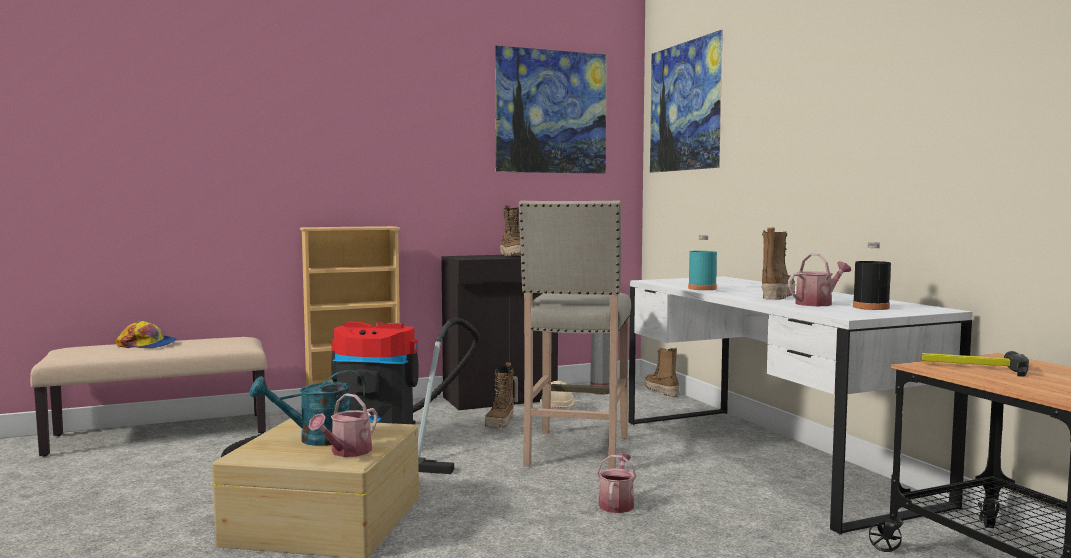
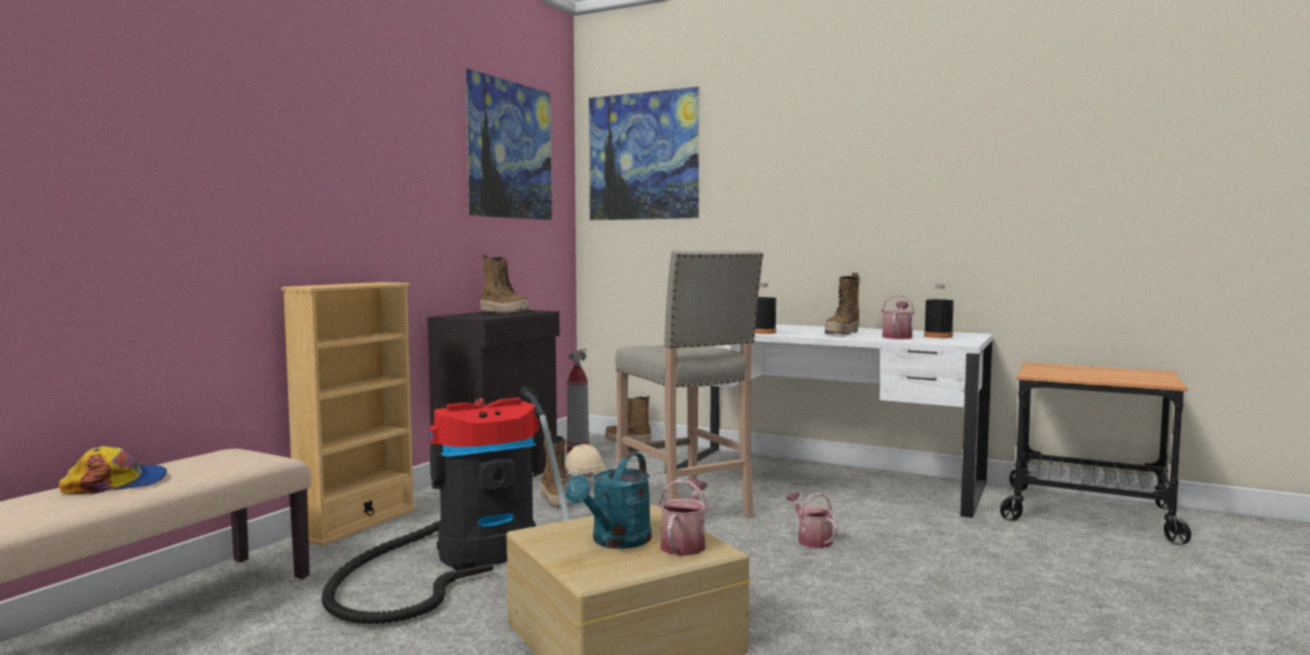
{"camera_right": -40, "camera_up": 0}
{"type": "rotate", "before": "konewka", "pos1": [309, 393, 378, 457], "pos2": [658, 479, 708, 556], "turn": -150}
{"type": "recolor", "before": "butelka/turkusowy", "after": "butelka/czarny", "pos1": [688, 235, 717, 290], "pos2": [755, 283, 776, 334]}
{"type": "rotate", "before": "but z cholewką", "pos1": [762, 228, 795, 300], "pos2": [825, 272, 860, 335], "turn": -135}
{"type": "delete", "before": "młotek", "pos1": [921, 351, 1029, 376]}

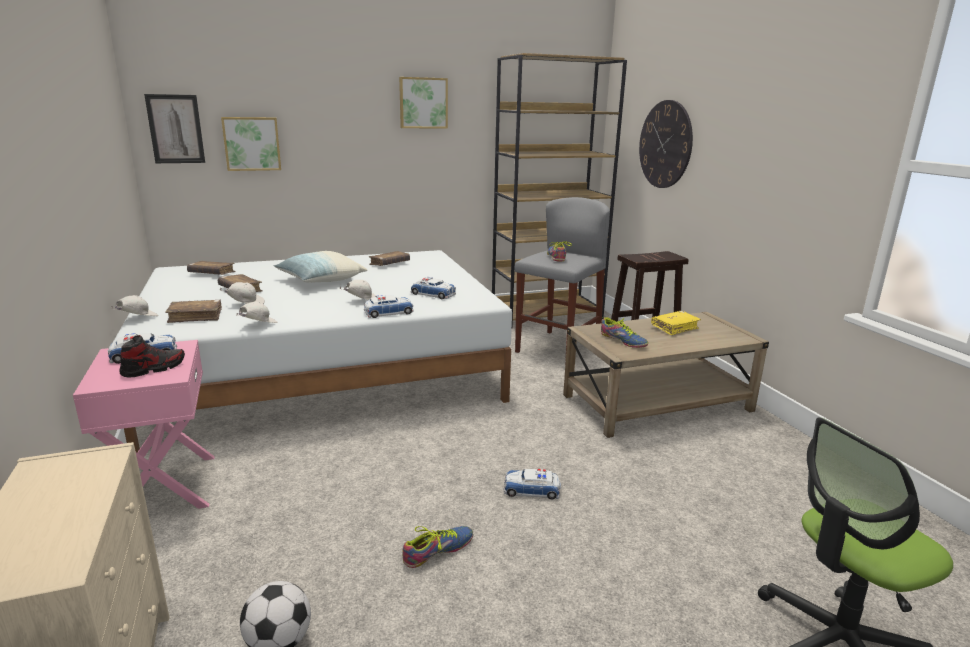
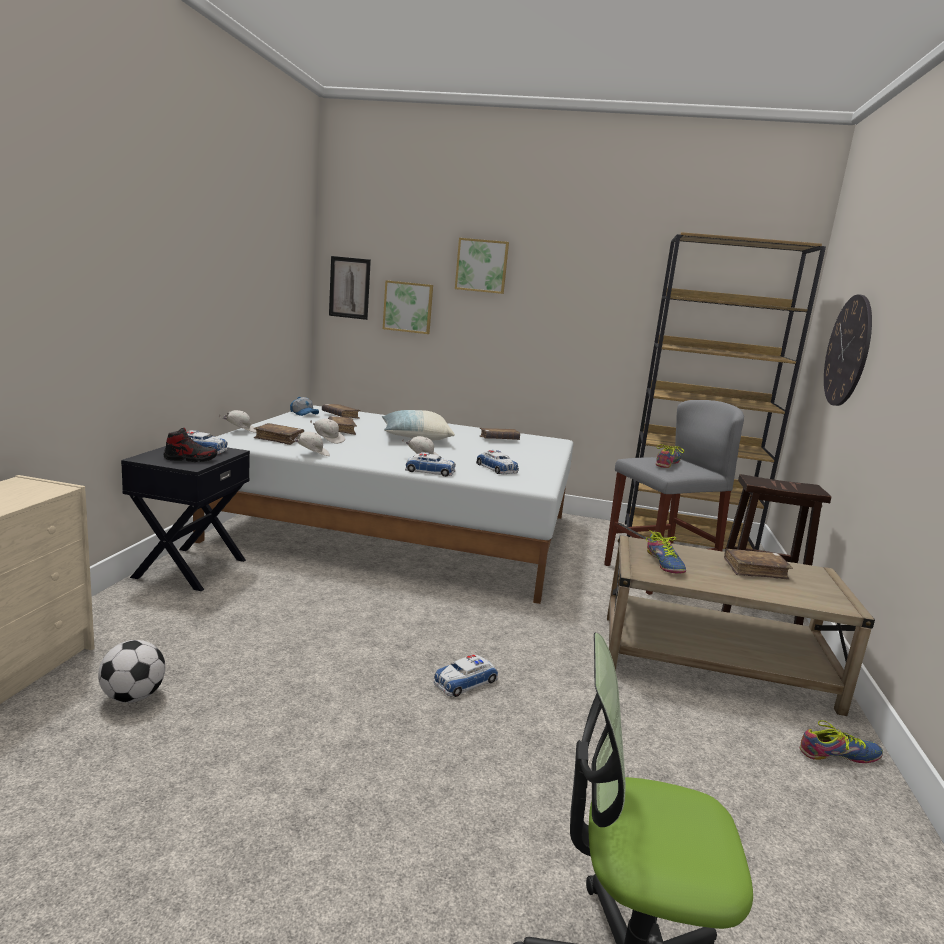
{"camera_right": 30, "camera_up": -5}
{"type": "recolor", "before": "szafka nocna/różowy", "after": "szafka nocna/czarny", "pos1": [73, 340, 215, 509], "pos2": [121, 446, 250, 591]}
{"type": "move", "before": "obraz", "pos1": [399, 77, 448, 129], "pos2": [455, 238, 509, 294]}
{"type": "move", "before": "but", "pos1": [402, 526, 473, 568], "pos2": [800, 720, 883, 763]}
{"type": "rotate", "before": "samochodzik", "pos1": [503, 469, 561, 500], "pos2": [433, 655, 498, 697], "turn": -75}
{"type": "recolor", "before": "książka/żółty", "after": "książka/brązowy", "pos1": [651, 311, 701, 335], "pos2": [724, 549, 793, 580]}
{"type": "insert", "after": "czapka z daszkiem", "pos2": [290, 397, 319, 416]}

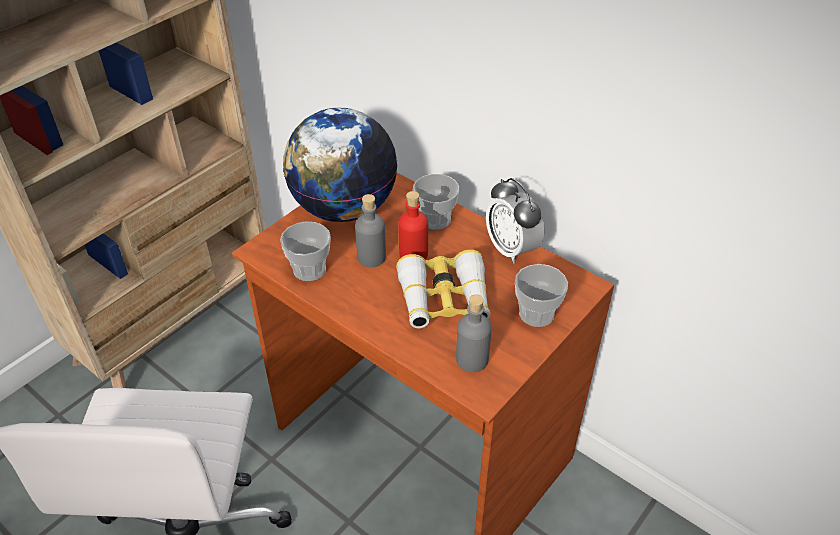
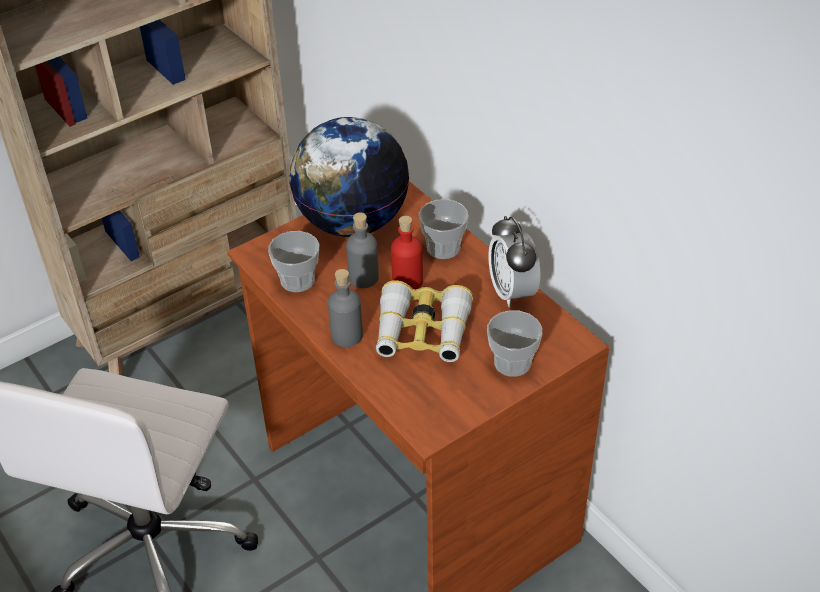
{"camera_right": 15, "camera_up": 0}
{"type": "move", "before": "butelka/szary", "pos1": [456, 294, 491, 372], "pos2": [328, 269, 363, 347]}

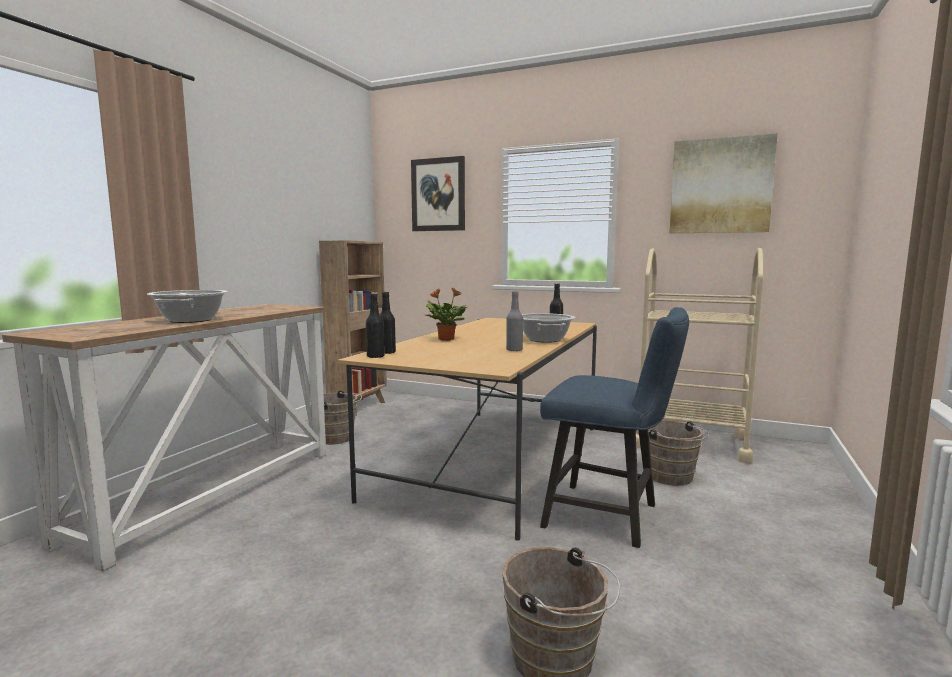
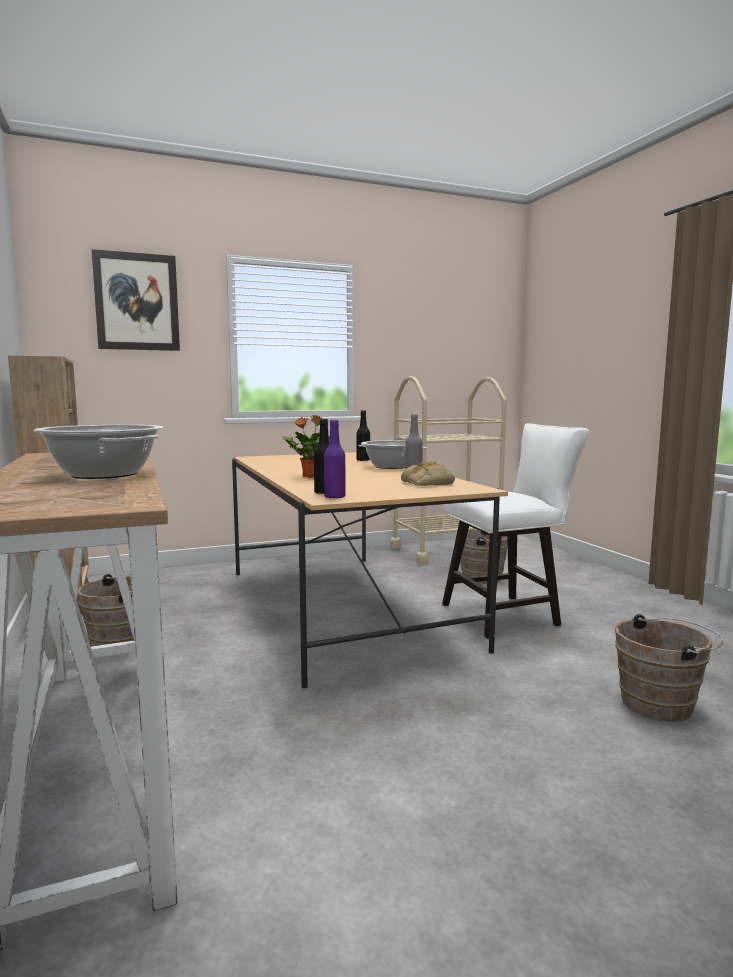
{"camera_right": -45, "camera_up": 0}
{"type": "recolor", "before": "butelka/czarny", "after": "butelka/fioletowy", "pos1": [366, 293, 385, 358], "pos2": [324, 420, 346, 499]}
{"type": "recolor", "before": "krzesło/niebieski", "after": "krzesło/biały", "pos1": [540, 307, 689, 548], "pos2": [442, 423, 589, 639]}
{"type": "delete", "before": "obraz", "pos1": [669, 133, 778, 233]}
{"type": "insert", "after": "chleb", "pos2": [401, 461, 455, 486]}

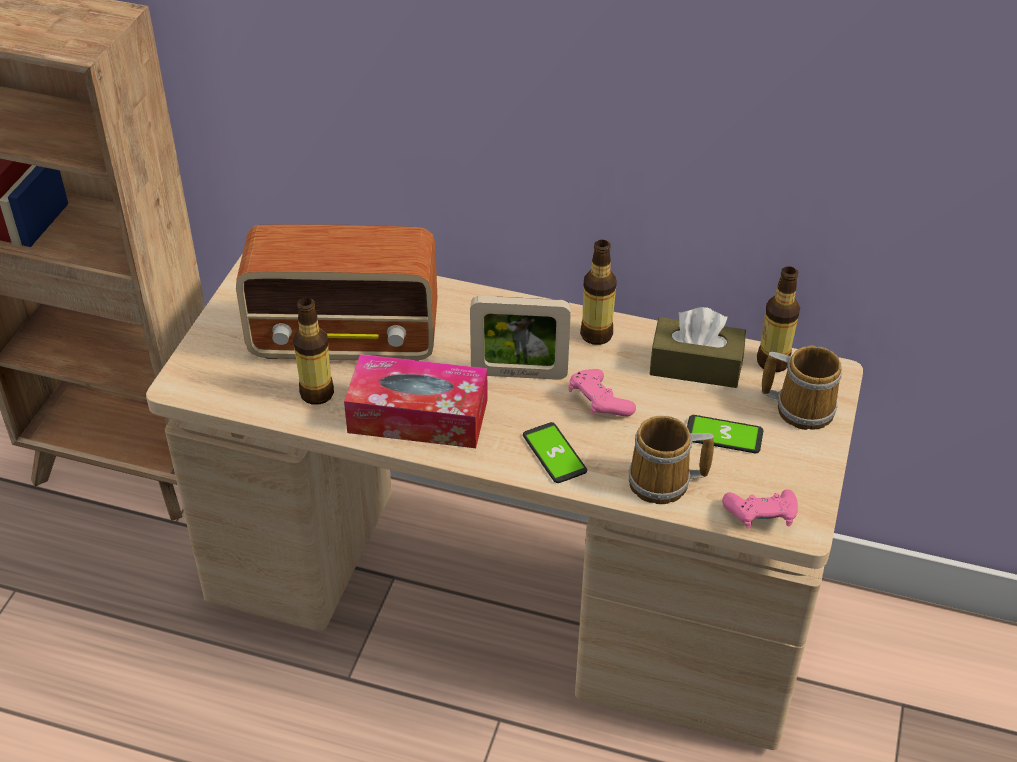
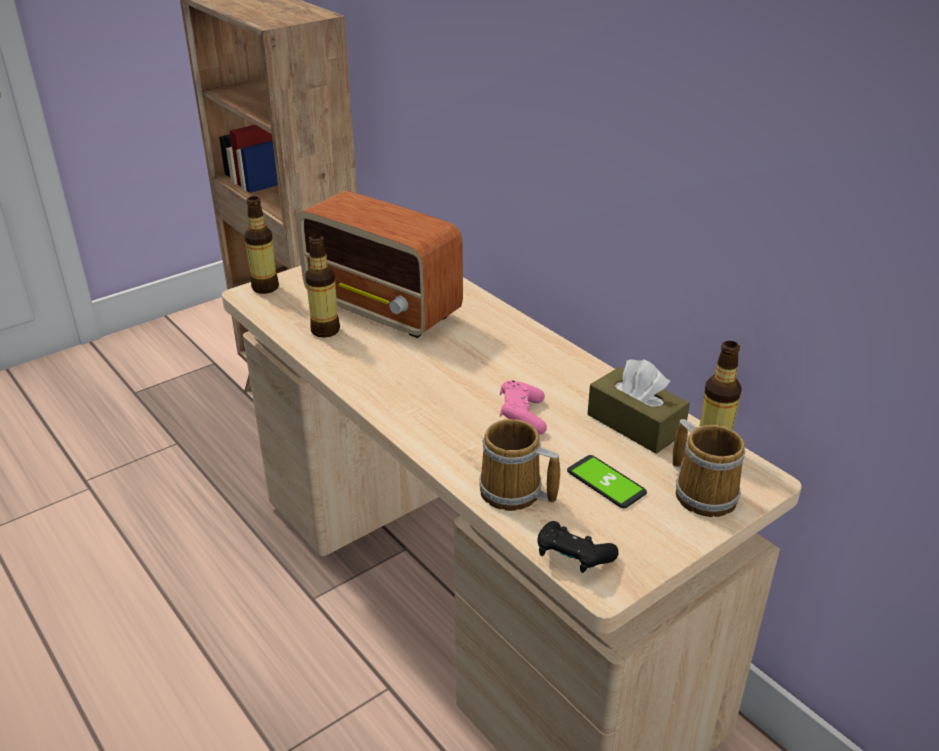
{"camera_right": 35, "camera_up": -10}
{"type": "delete", "before": "pudełko chusteczek", "pos1": [344, 354, 487, 448]}
{"type": "delete", "before": "ramka na zdjęcie", "pos1": [470, 296, 571, 380]}
{"type": "delete", "before": "telefon", "pos1": [523, 422, 587, 483]}
{"type": "move", "before": "butelka", "pos1": [580, 240, 617, 345], "pos2": [244, 196, 279, 294]}
{"type": "recolor", "before": "pad do gier/różowy", "after": "pad do gier/czarny", "pos1": [722, 489, 798, 529], "pos2": [537, 521, 619, 573]}

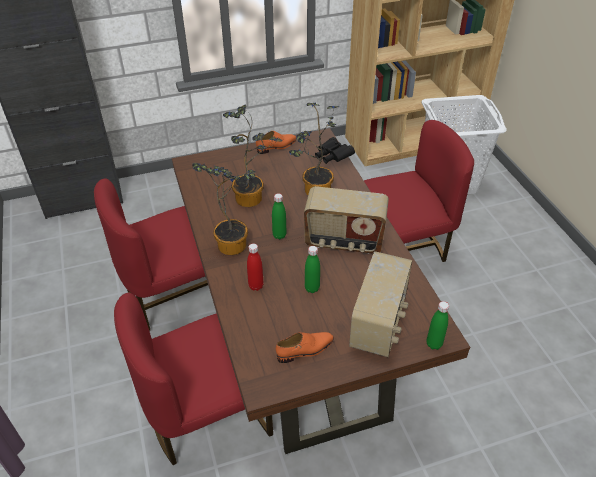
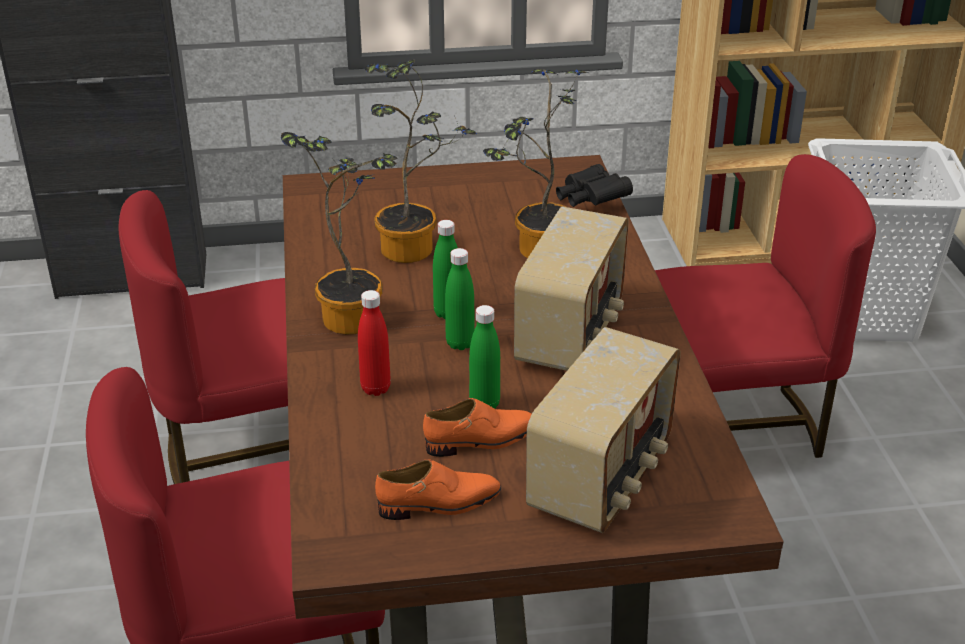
{"camera_right": 10, "camera_up": -10}
{"type": "move", "before": "but/pomarańczowy", "pos1": [256, 131, 297, 154], "pos2": [423, 398, 532, 457]}
{"type": "rotate", "before": "radio", "pos1": [304, 186, 389, 254], "pos2": [514, 206, 629, 371], "turn": -90}
{"type": "move", "before": "butelka/zielony", "pos1": [427, 301, 449, 350], "pos2": [445, 248, 475, 350]}

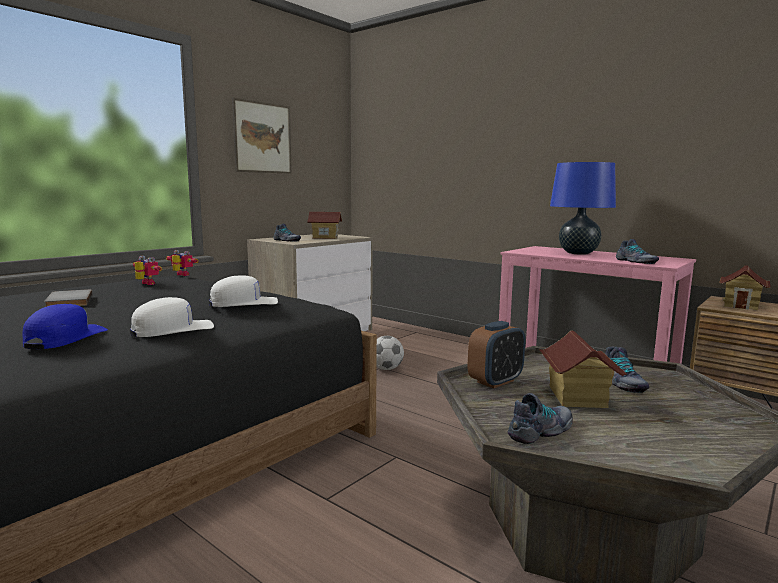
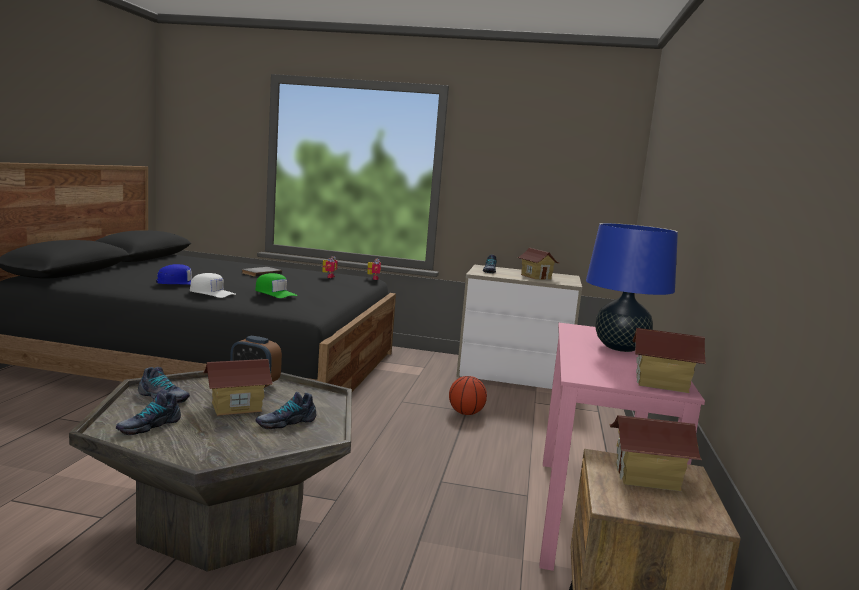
{"camera_right": 60, "camera_up": 0}
{"type": "recolor", "before": "czapka z daszkiem/biały", "after": "czapka z daszkiem/zielony", "pos1": [209, 275, 278, 307], "pos2": [255, 273, 298, 298]}
{"type": "delete", "before": "obraz", "pos1": [232, 98, 292, 174]}
{"type": "replace", "before": "piłka futbolowa", "after": "piłka do koszykówki", "pos1": [376, 336, 404, 370], "pos2": [449, 376, 487, 415]}
{"type": "move", "before": "but", "pos1": [616, 239, 659, 264], "pos2": [116, 392, 181, 435]}
{"type": "insert", "after": "domek", "pos2": [632, 328, 706, 393]}

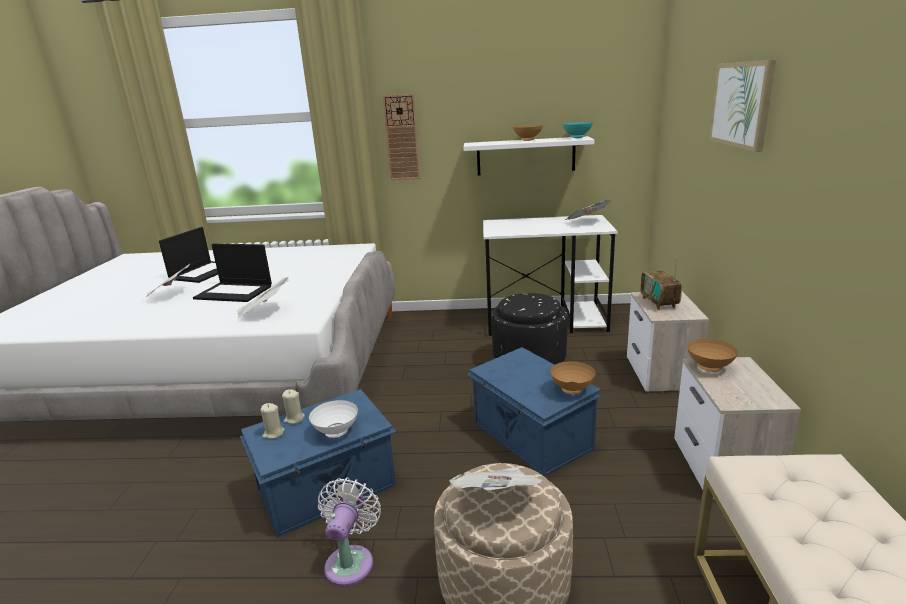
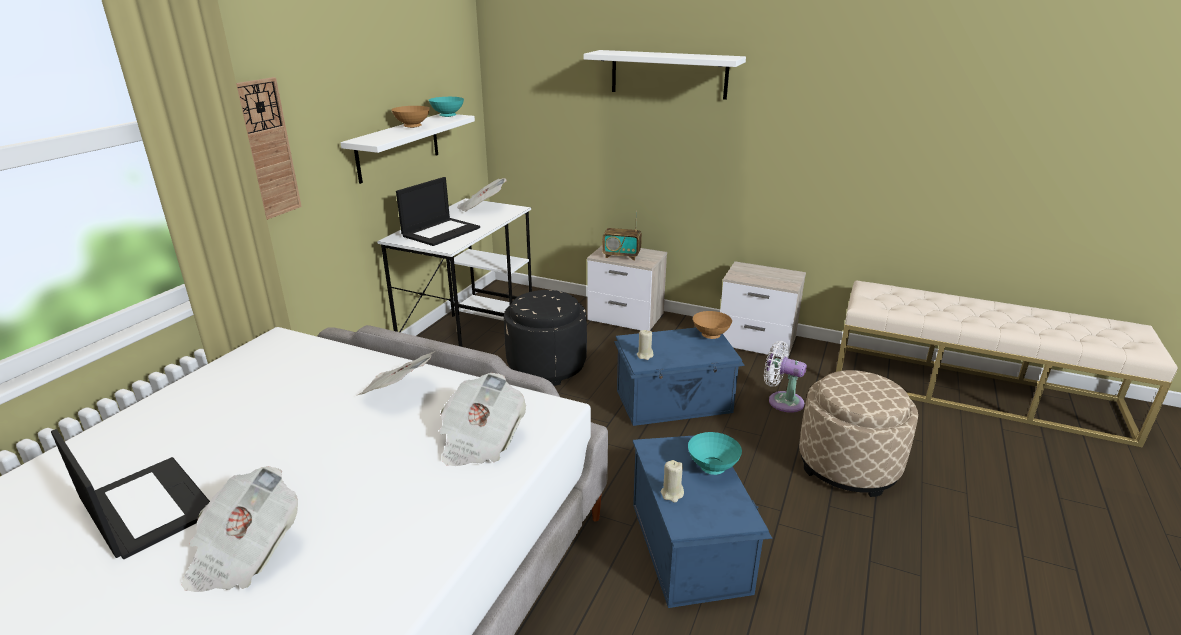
{"camera_right": -70, "camera_up": 5}
{"type": "move", "before": "laptop", "pos1": [193, 244, 272, 302], "pos2": [396, 177, 480, 246]}
{"type": "move", "before": "świeca/beżowy", "pos1": [261, 403, 285, 439], "pos2": [637, 330, 654, 360]}
{"type": "recolor", "before": "miska/biały", "after": "miska/turkusowy", "pos1": [309, 400, 358, 438], "pos2": [688, 432, 742, 475]}
{"type": "move", "before": "wentylator/biały", "pos1": [318, 478, 381, 587], "pos2": [764, 341, 807, 413]}
{"type": "move", "before": "gazeta", "pos1": [449, 467, 544, 490], "pos2": [358, 351, 435, 395]}
{"type": "delete", "before": "miska/brązowy", "pos1": [687, 339, 738, 372]}
{"type": "replace", "before": "obraz", "after": "półka/biały", "pos1": [709, 60, 776, 152], "pos2": [584, 50, 746, 100]}

